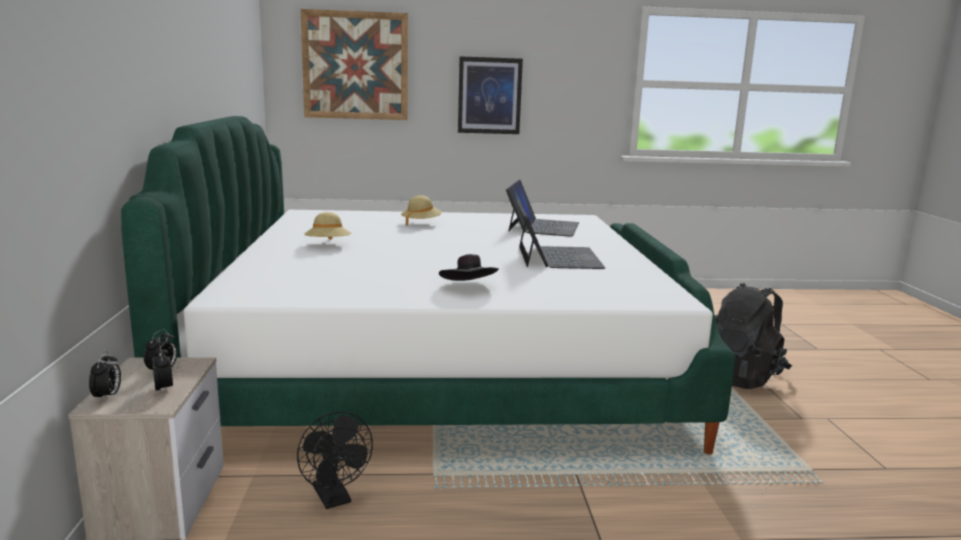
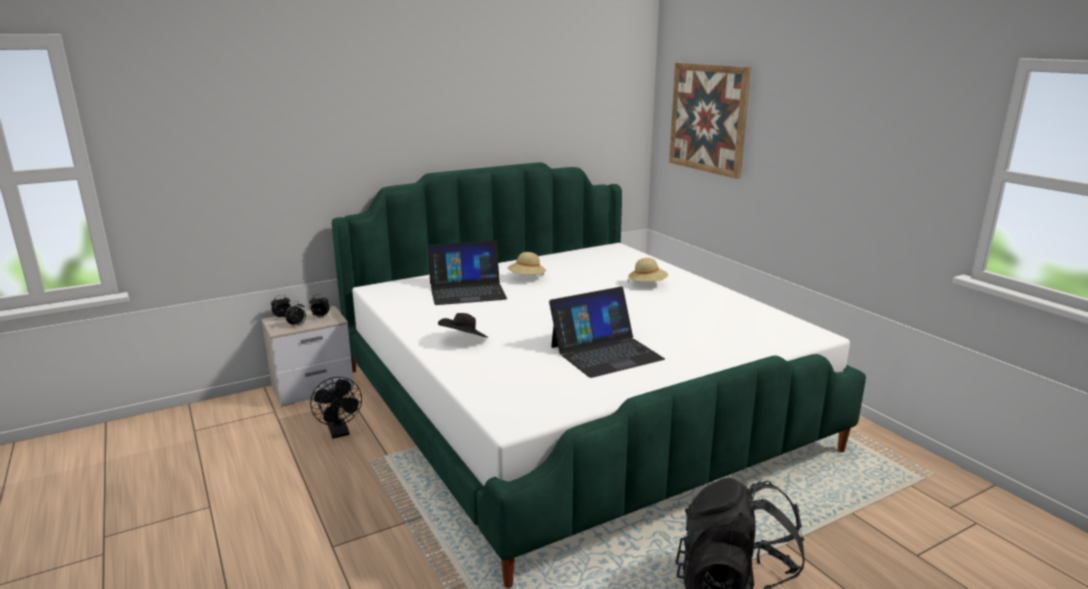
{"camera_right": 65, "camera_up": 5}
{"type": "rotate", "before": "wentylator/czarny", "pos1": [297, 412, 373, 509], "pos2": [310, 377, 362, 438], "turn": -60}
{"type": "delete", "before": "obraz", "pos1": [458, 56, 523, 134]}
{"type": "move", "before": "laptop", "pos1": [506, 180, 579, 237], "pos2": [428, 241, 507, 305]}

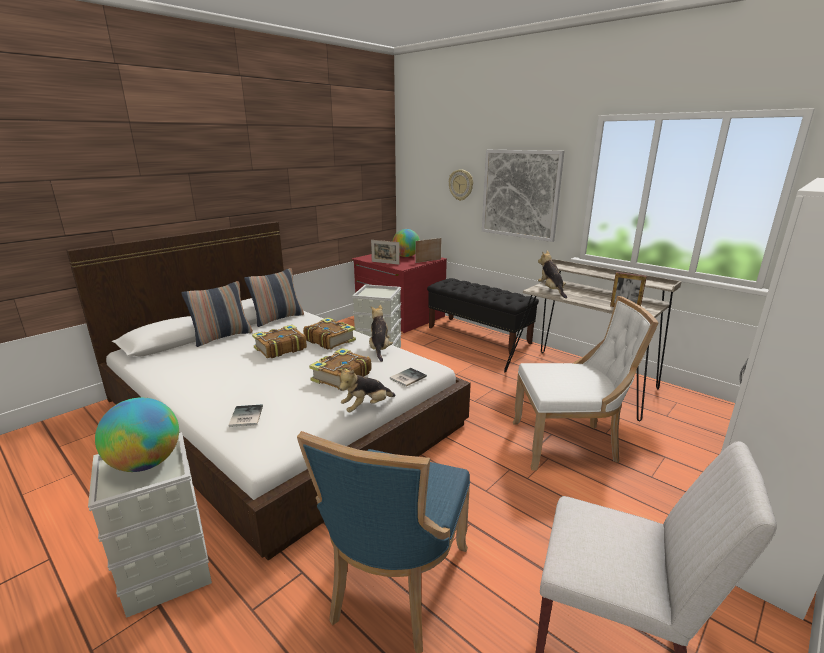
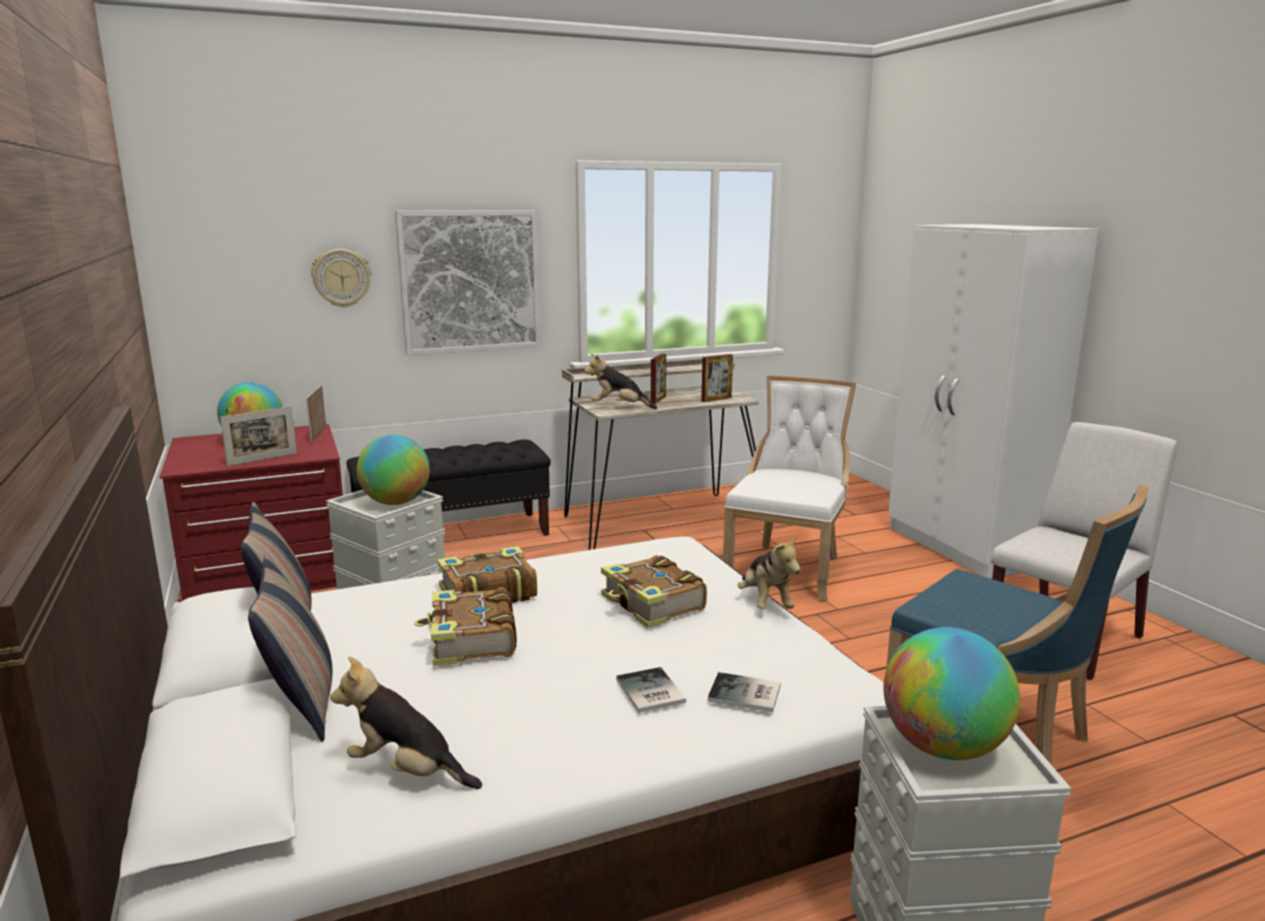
{"camera_right": -65, "camera_up": -5}
{"type": "move", "before": "pluszak", "pos1": [369, 305, 393, 362], "pos2": [330, 657, 482, 789]}
{"type": "move", "before": "książka", "pos1": [390, 368, 427, 387], "pos2": [616, 667, 686, 713]}
{"type": "insert", "after": "globus", "pos2": [357, 435, 430, 505]}
{"type": "insert", "after": "ramka na zdjęcie", "pos2": [651, 354, 666, 404]}

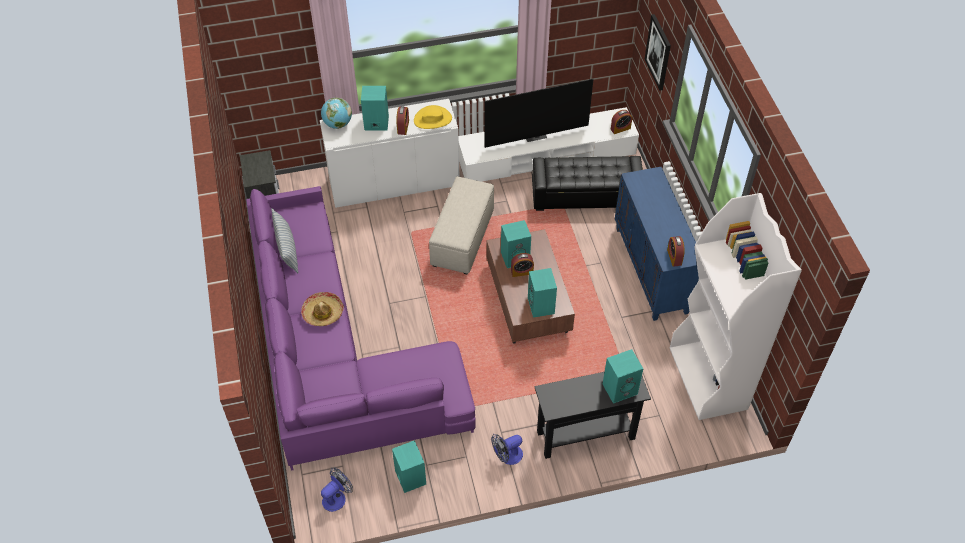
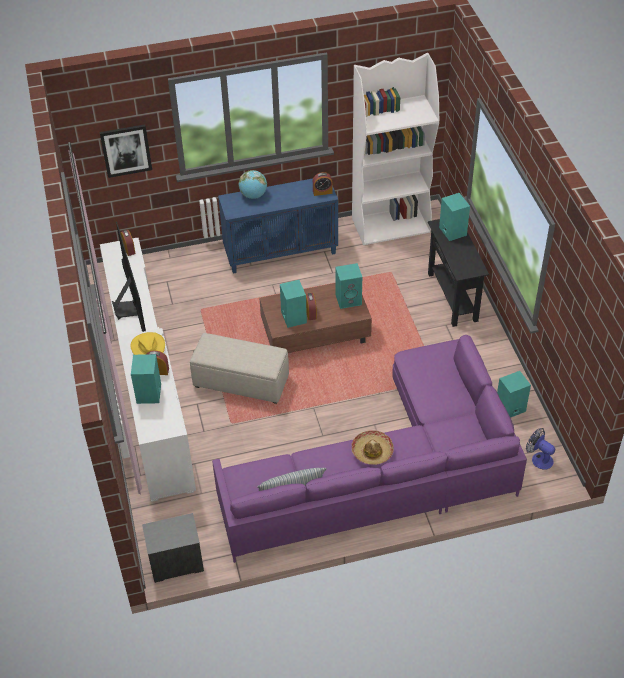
{"camera_right": -90, "camera_up": -5}
{"type": "move", "before": "globus", "pos1": [321, 98, 352, 129], "pos2": [239, 170, 267, 199]}
{"type": "delete", "before": "wentylator", "pos1": [491, 434, 523, 465]}
{"type": "delete", "before": "pufa/czarny", "pos1": [532, 156, 643, 211]}

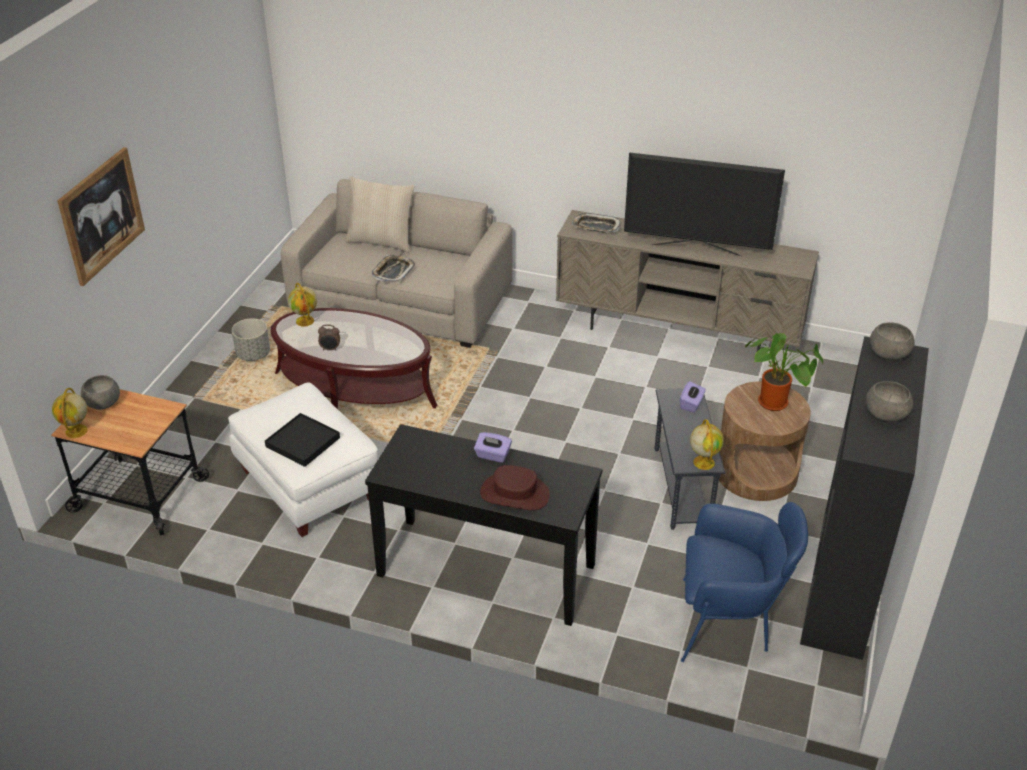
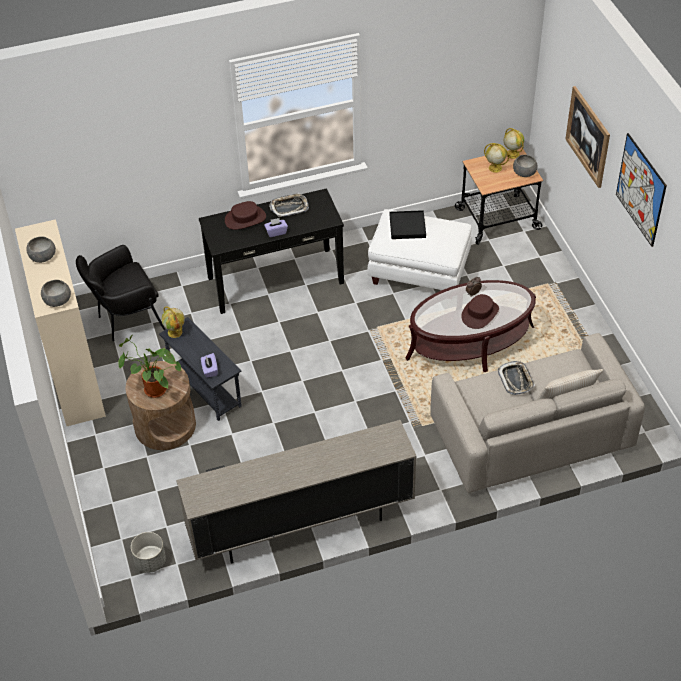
{"camera_right": 145, "camera_up": 10}
{"type": "move", "before": "donica/szary", "pos1": [232, 318, 270, 361], "pos2": [131, 532, 166, 573]}
{"type": "move", "before": "globus", "pos1": [288, 283, 317, 327], "pos2": [484, 143, 509, 173]}
{"type": "move", "before": "taca", "pos1": [572, 213, 621, 233], "pos2": [269, 193, 309, 217]}
{"type": "delete", "before": "telewizor", "pos1": [624, 152, 785, 256]}
{"type": "recolor", "before": "fotel/niebieski", "after": "fotel/czarny", "pos1": [681, 502, 808, 662], "pos2": [76, 245, 166, 341]}
{"type": "recolor", "before": "regał/czarny", "after": "regał/beżowy", "pos1": [800, 336, 929, 660], "pos2": [15, 219, 106, 426]}
{"type": "insert", "after": "kapelusz/brązowy", "pos2": [461, 294, 499, 329]}
{"type": "insert", "after": "obraz", "pos2": [616, 133, 667, 247]}

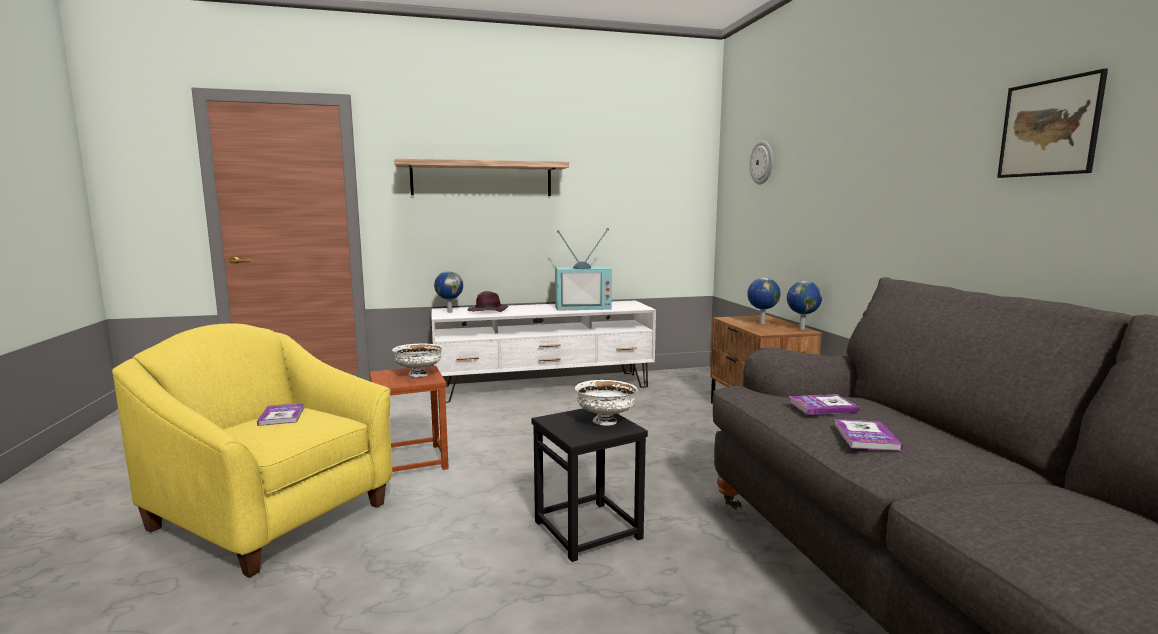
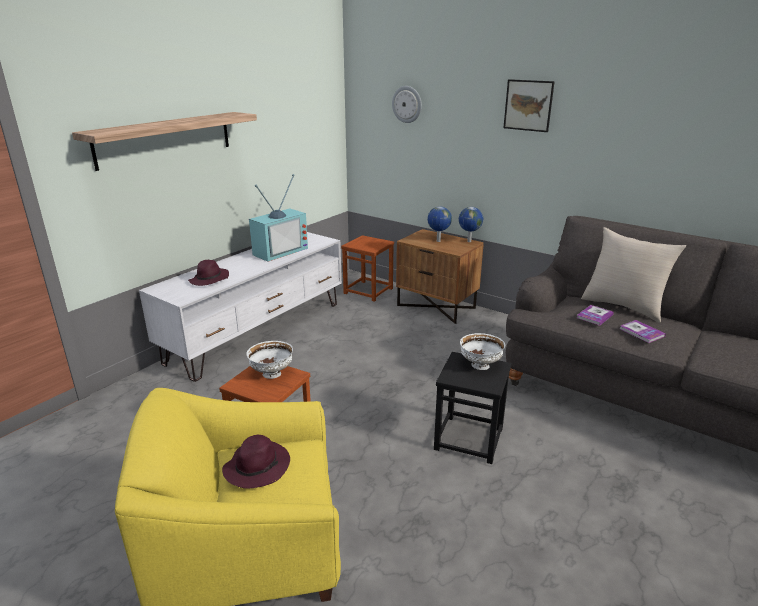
{"camera_right": -40, "camera_up": 15}
{"type": "replace", "before": "książka", "after": "kapelusz/fioletowy", "pos1": [257, 403, 305, 426], "pos2": [222, 435, 290, 489]}
{"type": "delete", "before": "globus", "pos1": [434, 271, 463, 313]}
{"type": "move", "before": "obraz", "pos1": [997, 68, 1108, 178], "pos2": [503, 79, 555, 132]}
{"type": "insert", "after": "stołek/brązowy", "pos2": [341, 235, 394, 302]}
{"type": "insert", "after": "poduszka/beżowy", "pos2": [581, 227, 686, 323]}

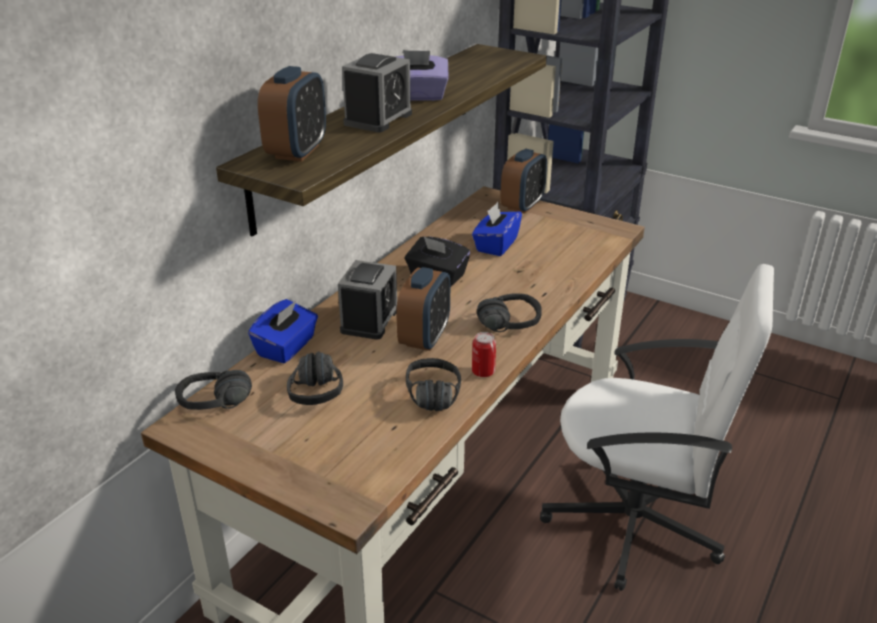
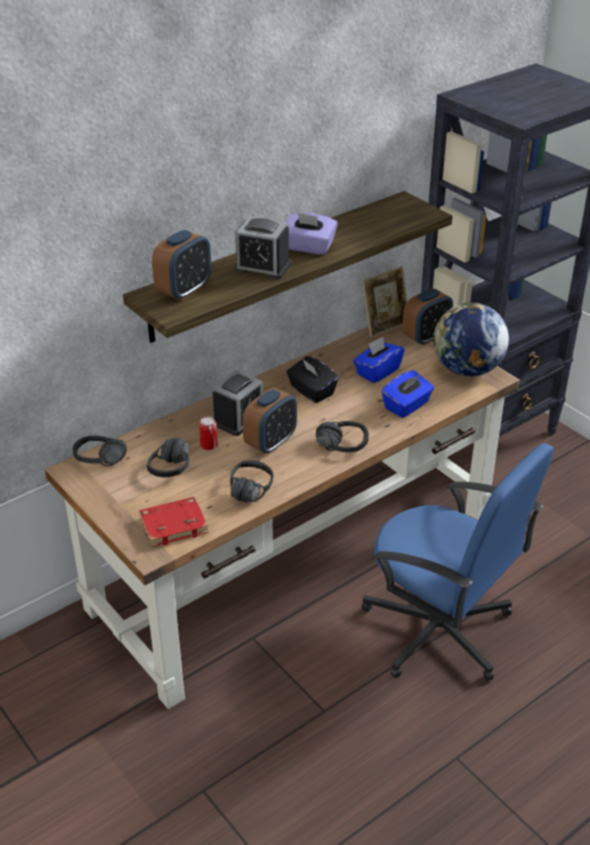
{"camera_right": 20, "camera_up": 5}
{"type": "move", "before": "pudełko chusteczek/niebieski", "pos1": [248, 299, 318, 363], "pos2": [382, 370, 434, 418]}
{"type": "rotate", "before": "budzik", "pos1": [342, 53, 412, 132], "pos2": [234, 216, 291, 280], "turn": 60}
{"type": "move", "before": "puszka", "pos1": [472, 332, 496, 377], "pos2": [199, 417, 218, 450]}
{"type": "recolor", "before": "krzesło biurowe/biały", "after": "krzesło biurowe/niebieski", "pos1": [540, 264, 774, 591], "pos2": [361, 443, 554, 681]}
{"type": "insert", "after": "książka/czerwony", "pos2": [139, 497, 208, 547]}
{"type": "insert", "after": "ramka na zdjęcie", "pos2": [362, 266, 408, 338]}
{"type": "insert", "after": "globus", "pos2": [433, 303, 509, 376]}

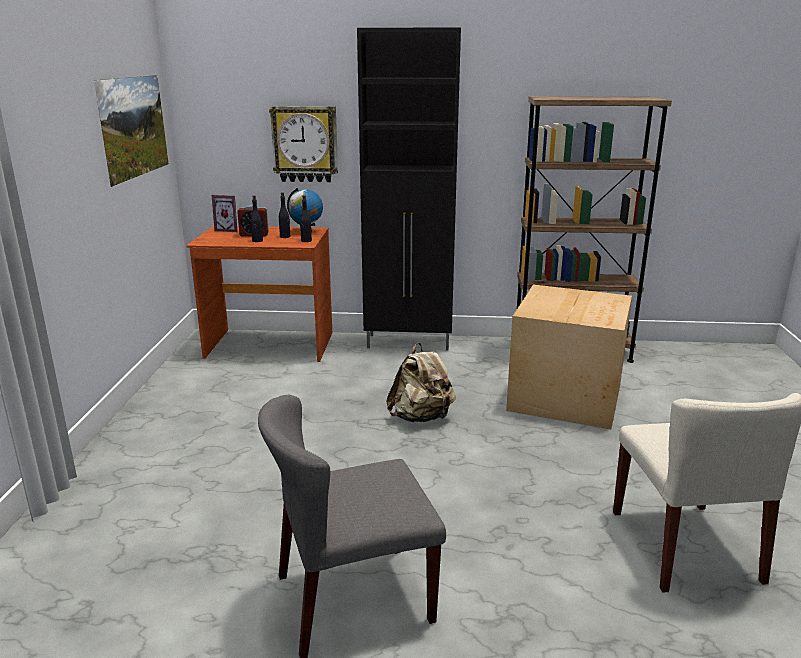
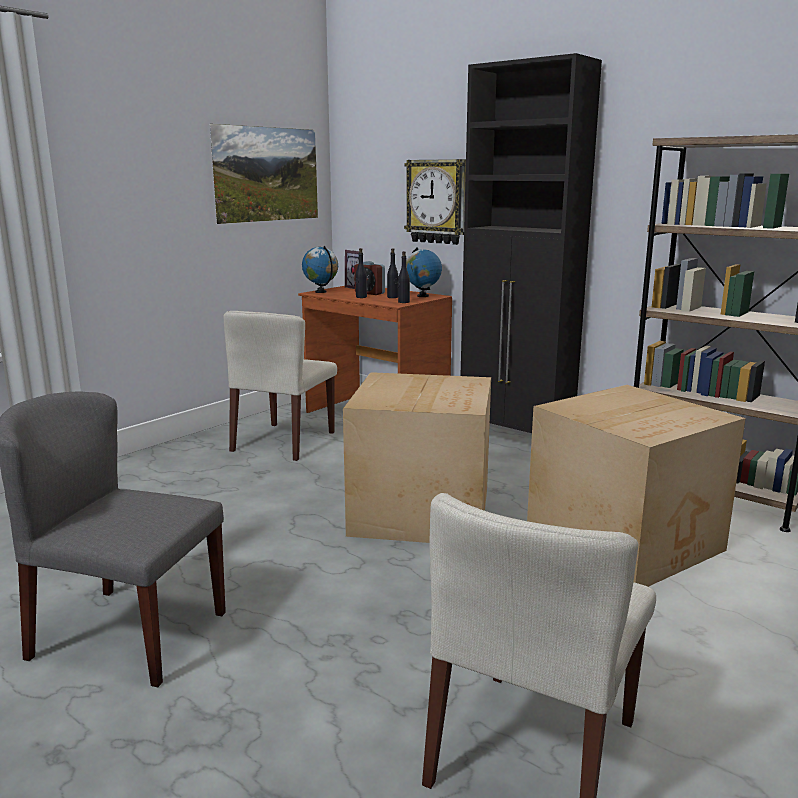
{"camera_right": 35, "camera_up": -5}
{"type": "replace", "before": "plecak/beżowy", "after": "karton", "pos1": [386, 343, 456, 422], "pos2": [343, 372, 491, 543]}
{"type": "insert", "after": "krzesło/beżowy", "pos2": [224, 311, 337, 461]}
{"type": "insert", "after": "globus", "pos2": [302, 246, 338, 293]}

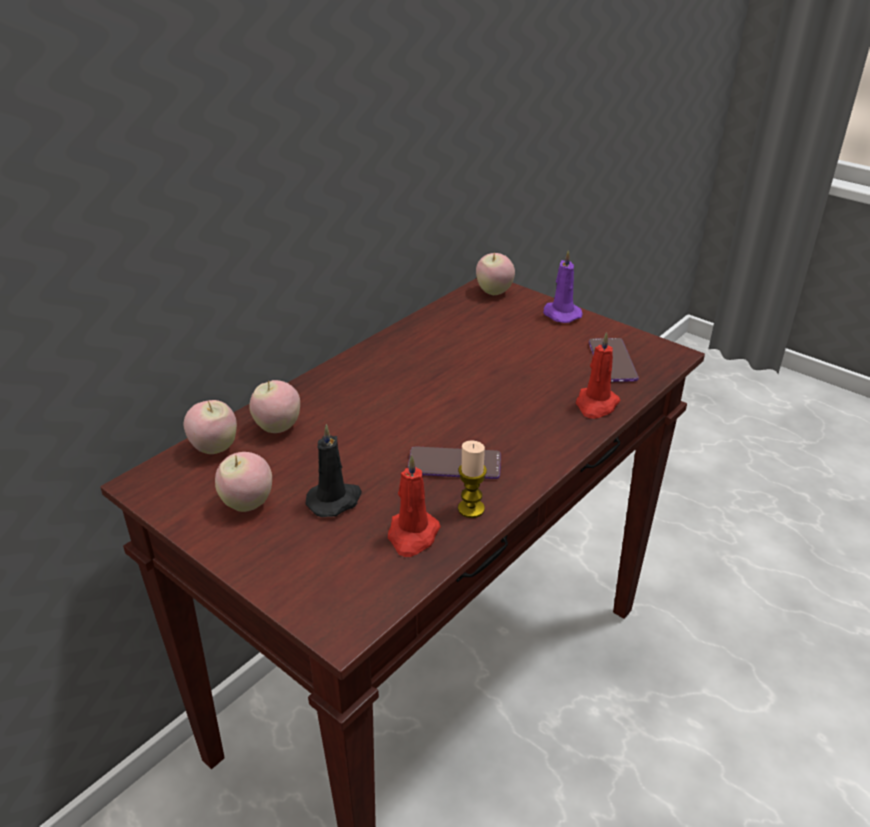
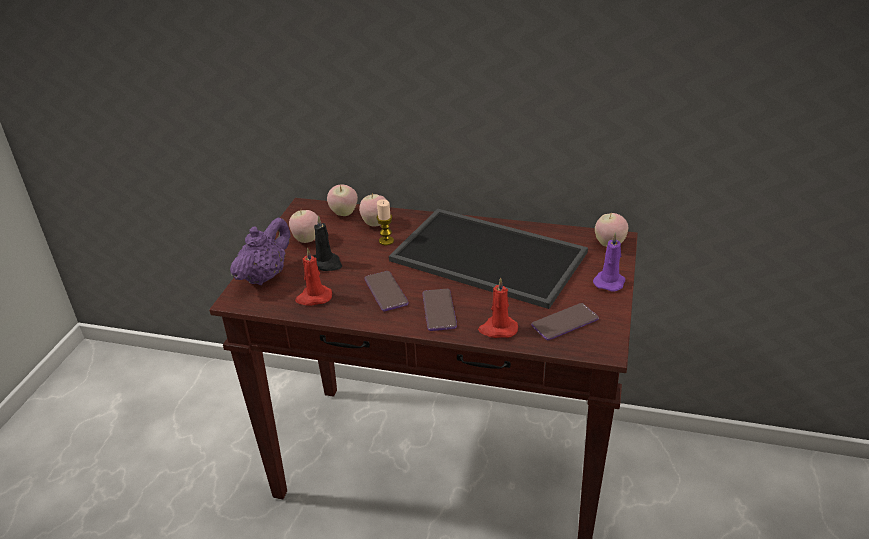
{"camera_right": 65, "camera_up": 0}
{"type": "move", "before": "świeca", "pos1": [458, 440, 487, 518], "pos2": [377, 199, 394, 245]}
{"type": "insert", "after": "imbryk/fioletowy", "pos2": [230, 218, 291, 285]}
{"type": "insert", "after": "taca", "pos2": [389, 209, 588, 309]}
{"type": "insert", "after": "telefon", "pos2": [422, 289, 457, 331]}

